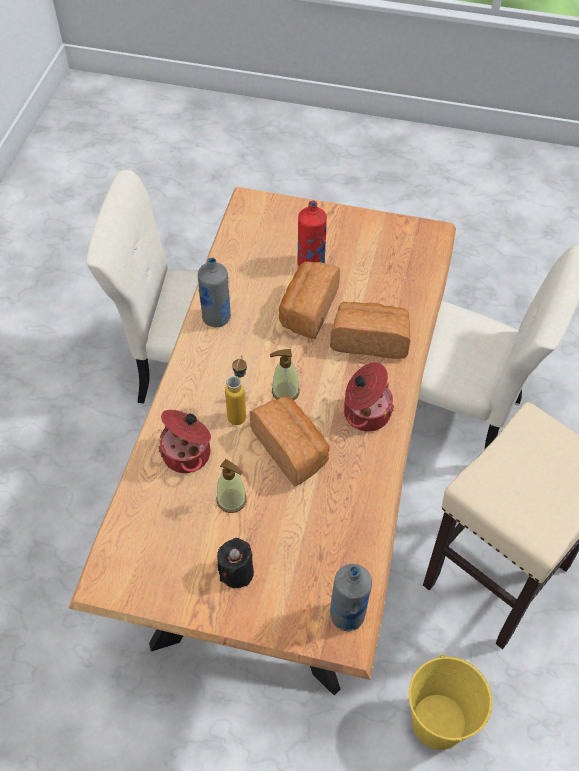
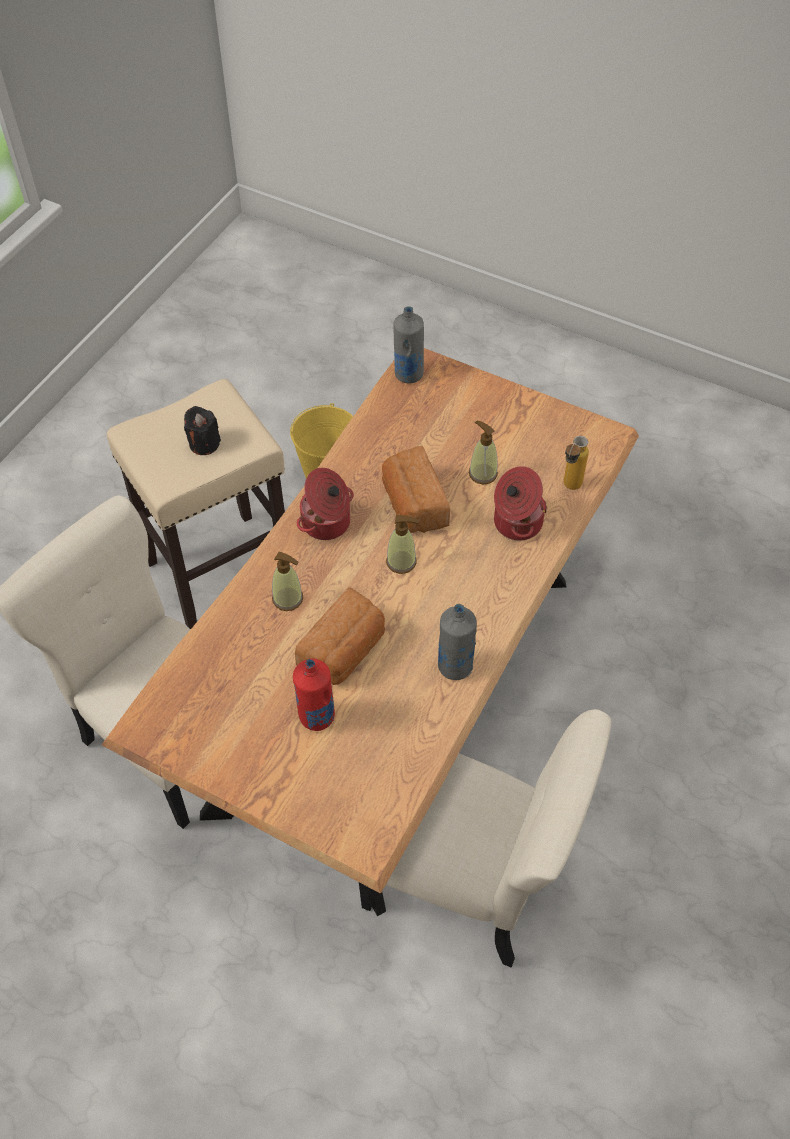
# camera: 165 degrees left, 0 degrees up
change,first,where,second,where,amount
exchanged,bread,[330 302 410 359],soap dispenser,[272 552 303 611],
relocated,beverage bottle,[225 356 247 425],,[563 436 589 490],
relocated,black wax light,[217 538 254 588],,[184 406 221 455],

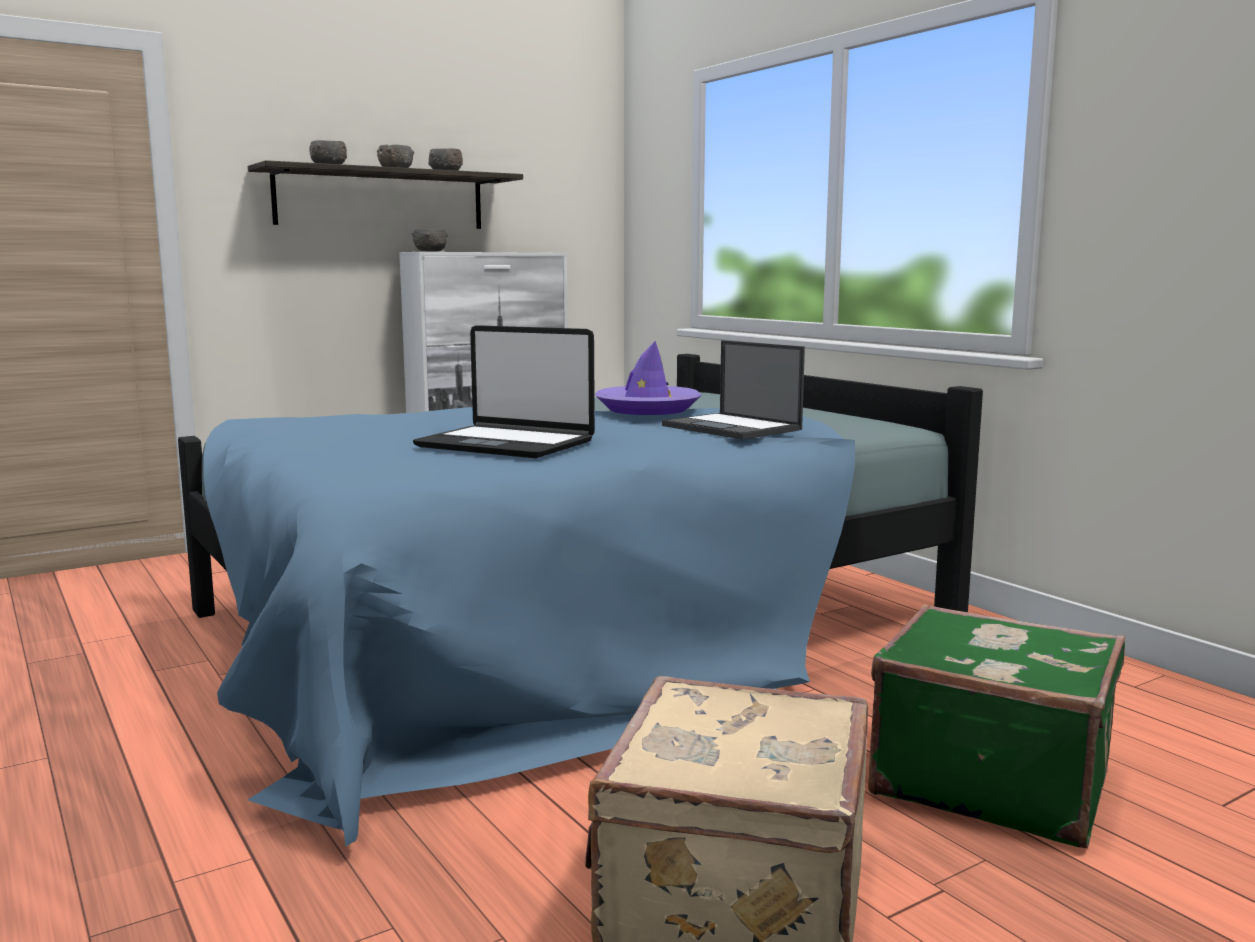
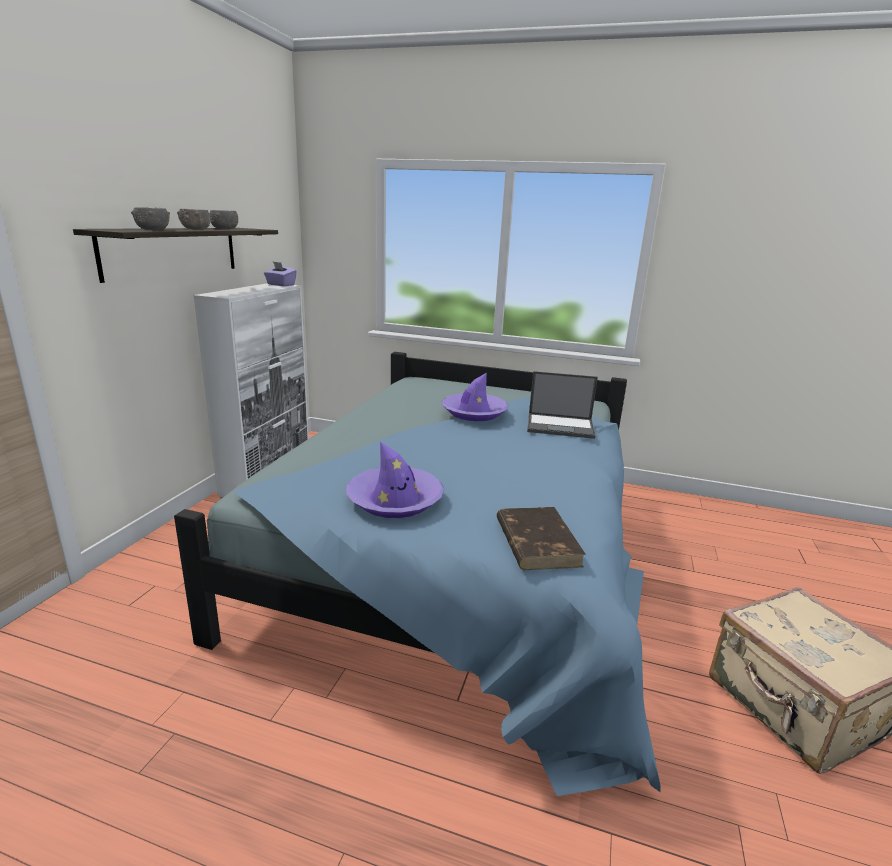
# camera: 40 degrees left, 10 degrees up
change,first,where,second,where,amount
missing,gray deep dish,[412 229 448 252],,,
missing,portable computer,[413 325 595 458],,,
missing,green-coloured travel case,[868 604 1125 848],,,
appeared,,,purple box of tissues,[264 262 297 286],
appeared,,,purple clothing hat,[346 441 444 518],
appeared,,,brown volume,[497 507 586 570],

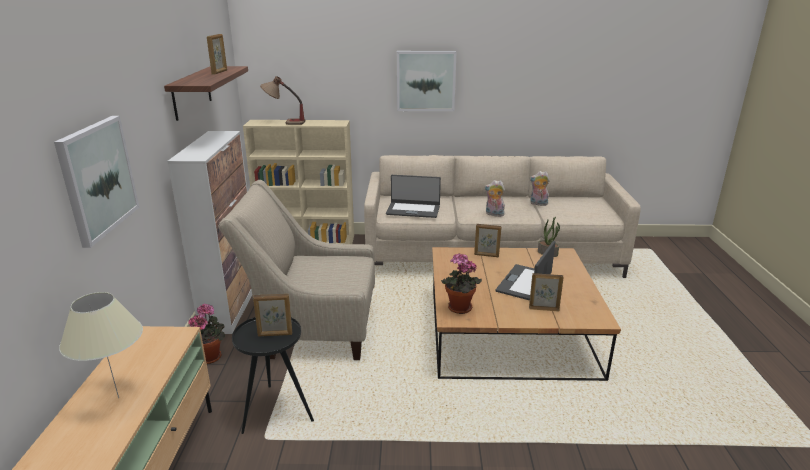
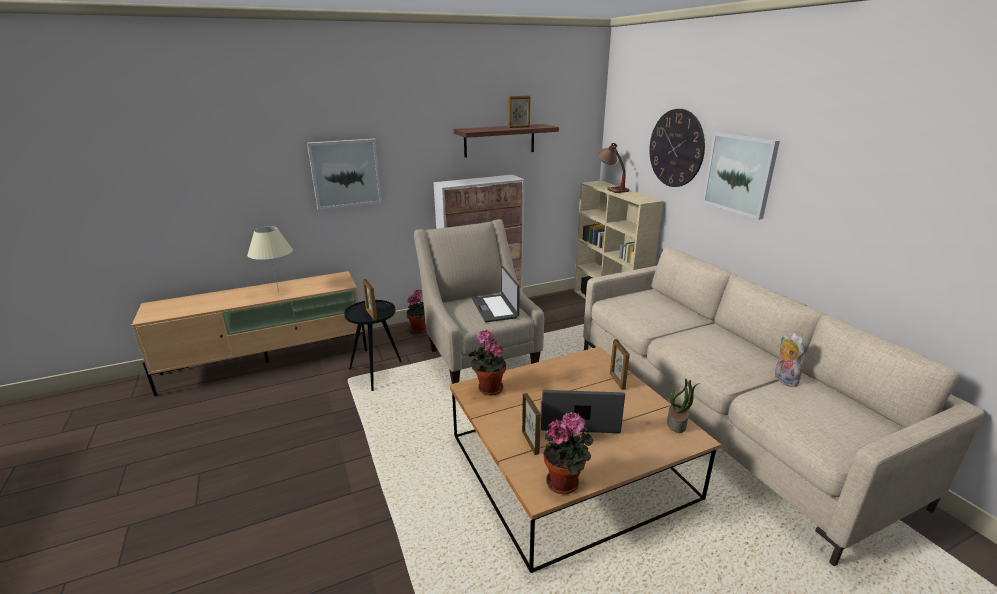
# camera: 65 degrees right, 0 degrees up
change,first,where,second,where,amount
relocated,portable computer,[386 175 441 218],,[472 266 520 323],
missing,cuddly toy,[484 180 505 217],,,
appeared,,,wall clock,[649 109 705 187],
appeared,,,houseplant,[544 412 594 495],

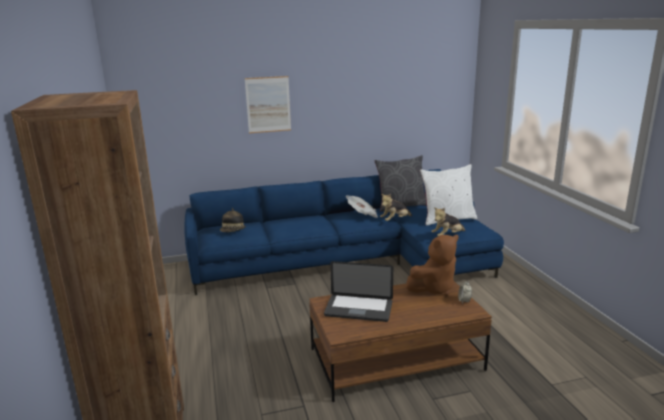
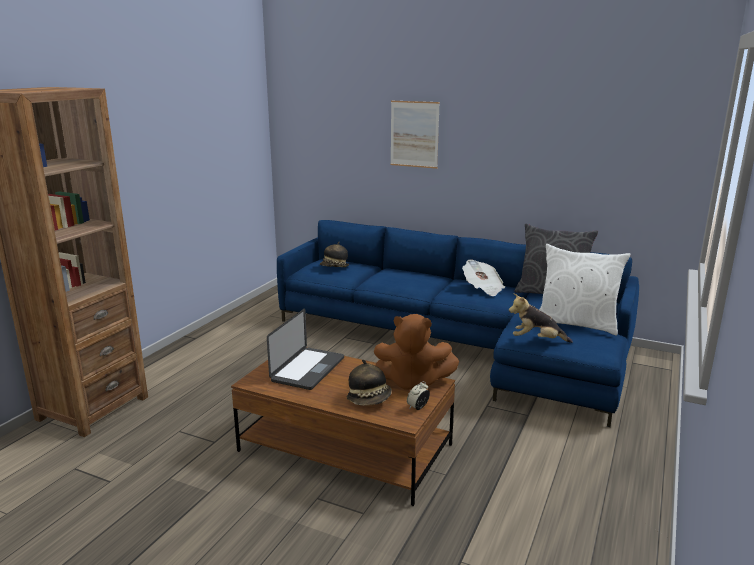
# camera: 40 degrees right, 0 degrees up
change,first,where,second,where,amount
missing,cuddly toy,[380 194 412 221],,,
spun,portable computer,[324 261 393 322],,[267 308 344 390],120 degrees counterclockwise
appeared,,,clothing hat,[347 359 392 406],

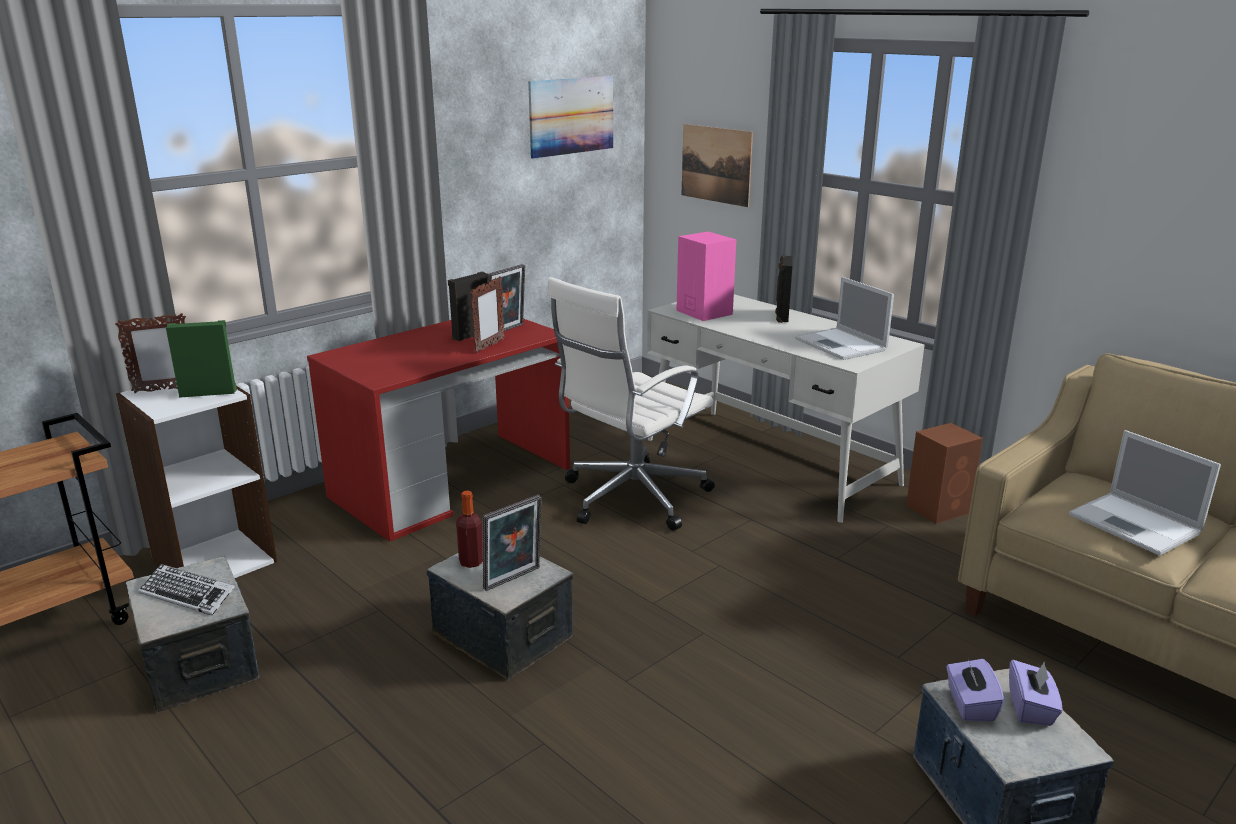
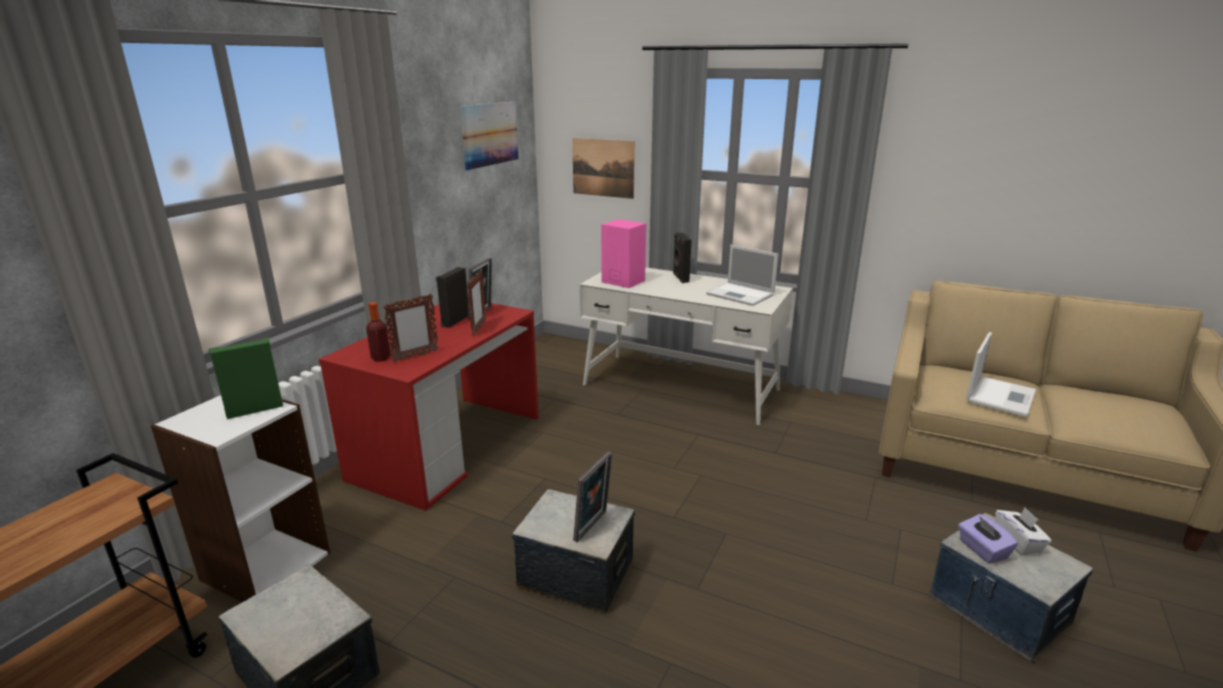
# camera: 20 degrees left, 0 degrees up
change,first,where,second,where,amount
missing,white-coloured office chair,[547 277 715 531],,,
relocated,picture frame,[115 313 186 393],,[383 293 439 362],
missing,brown loudspeaker,[906 423 983 524],,,
spun,portable computer,[1069 430 1221 556],,[966 332 1036 417],90 degrees counterclockwise
relocated,beverage bottle,[456 491 483 568],,[366 302 391 362],
missing,PC keyboard,[138 564 235 615],,,
colour,purple box of tissues,[1009 660 1063 726],white-coloured box of tissues,[995 507 1052 555],

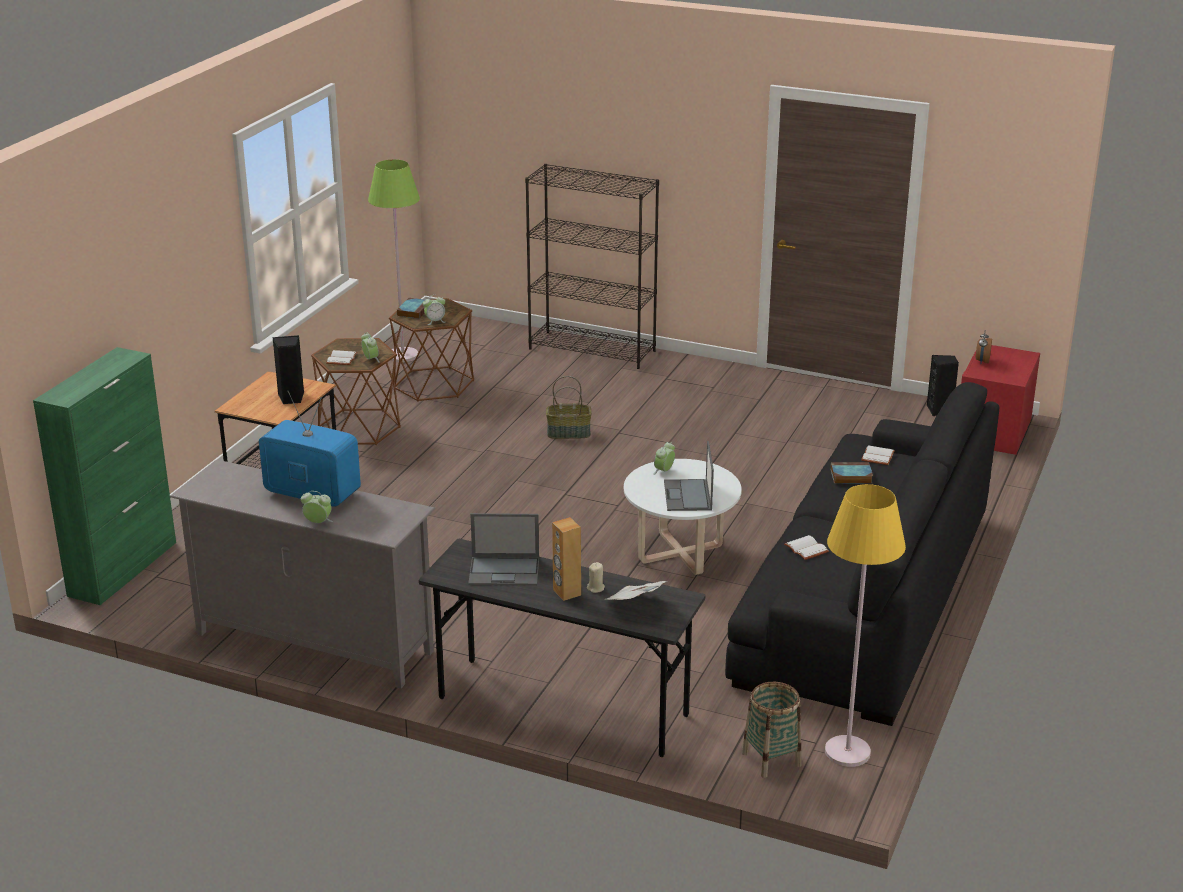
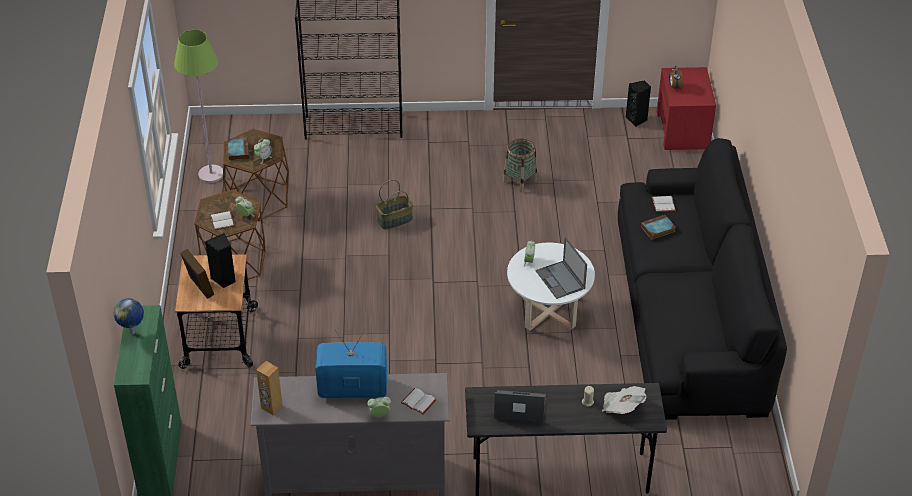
# camera: 25 degrees left, 15 degrees up
change,first,where,second,where,amount
missing,yellowish floor lamp,[825 484 906 767],,,
spun,portable computer,[468 513 539 586],,[494 390 546 423],150 degrees counterclockwise
relocated,brown loudspeaker,[552 517 581 601],,[256 361 283 415],
relocated,white-coloured volume,[784 535 829 560],,[401 388 437 415],
relocated,storage basket,[742 682 801 778],,[503 139 537 192],
appeared,,,picture frame,[180 249 214 299],
appeared,,,globe,[113 298 144 335],

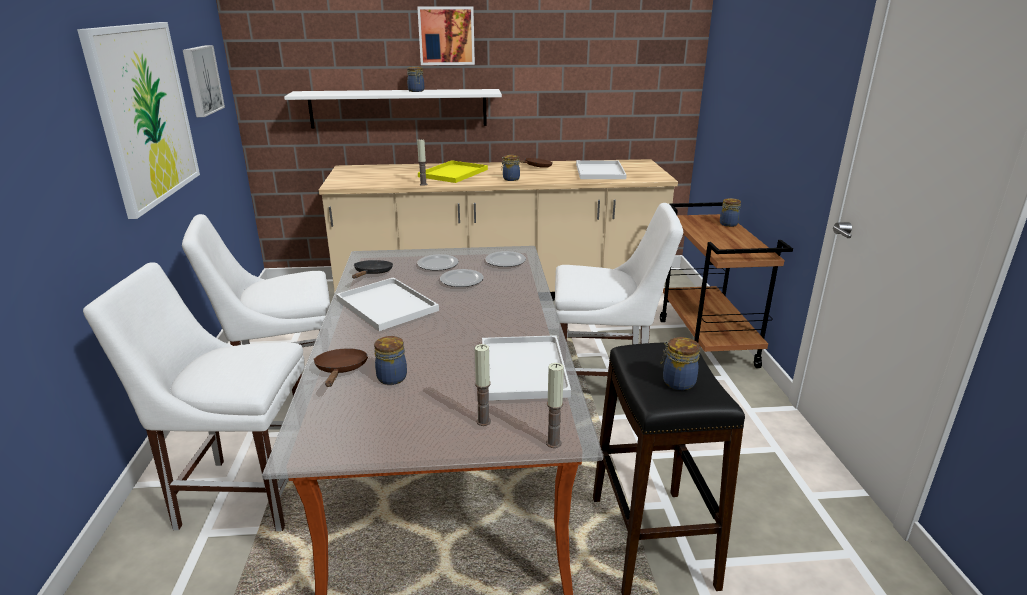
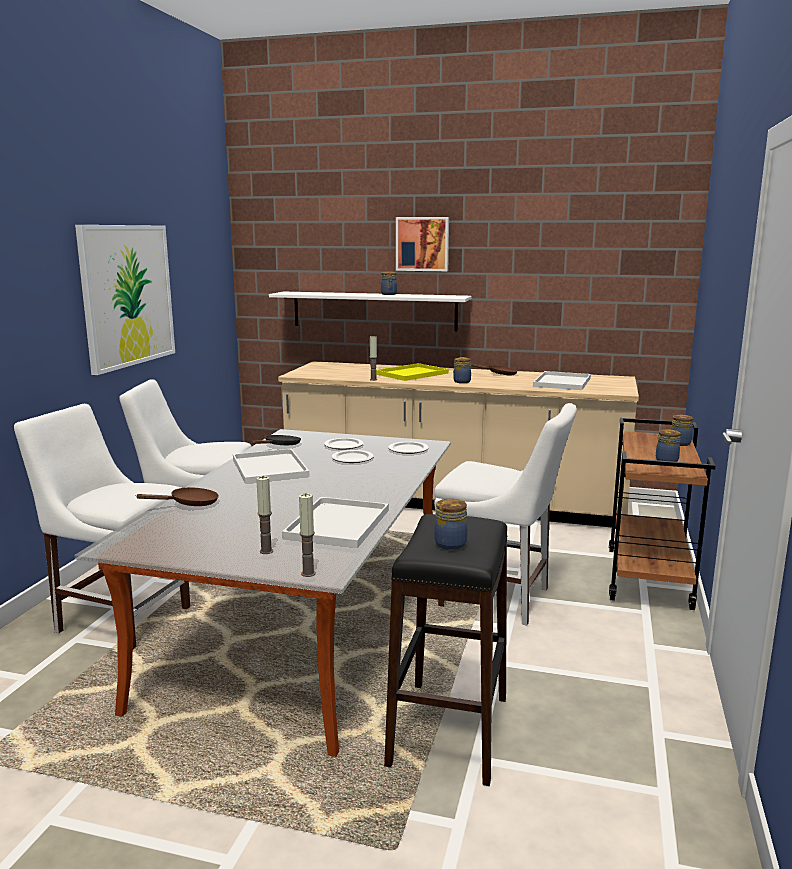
# camera: 20 degrees right, 10 degrees down
change,first,where,second,where,amount
missing,picture,[183 45 225 117],,,
relocated,storage jar,[374 336 407 385],,[656 429 681 462],
spun,brown frying pan,[314 348 368 387],,[135 487 219 506],45 degrees clockwise

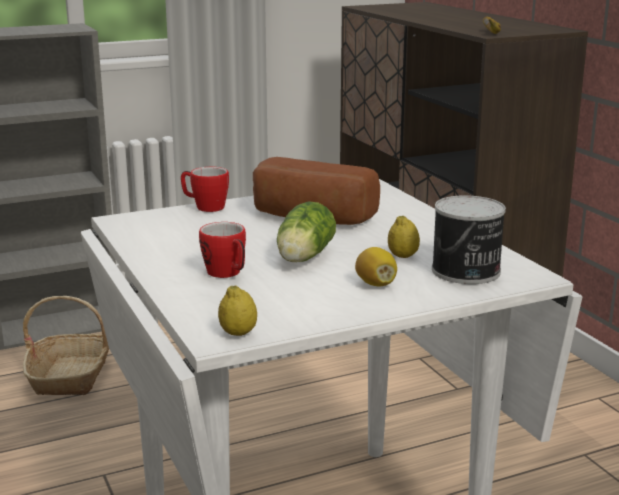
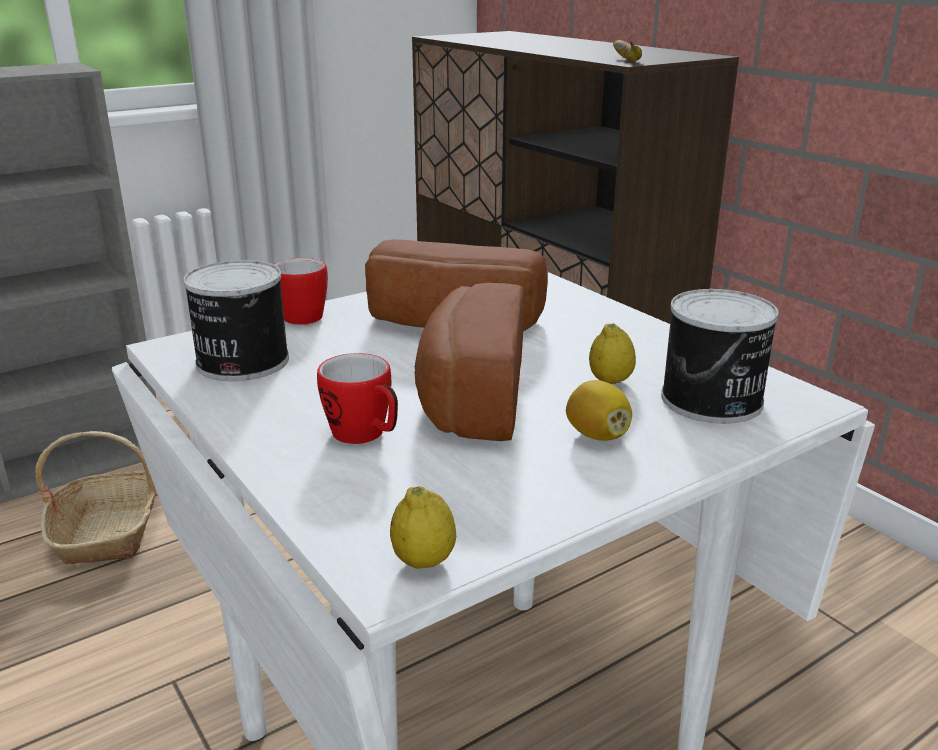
# camera: 10 degrees left, 5 degrees up
change,first,where,second,where,amount
exchanged,lettuce,[277 201 336 262],bread,[415 283 524 441],
appeared,,,sealed can,[183 260 289 381],

